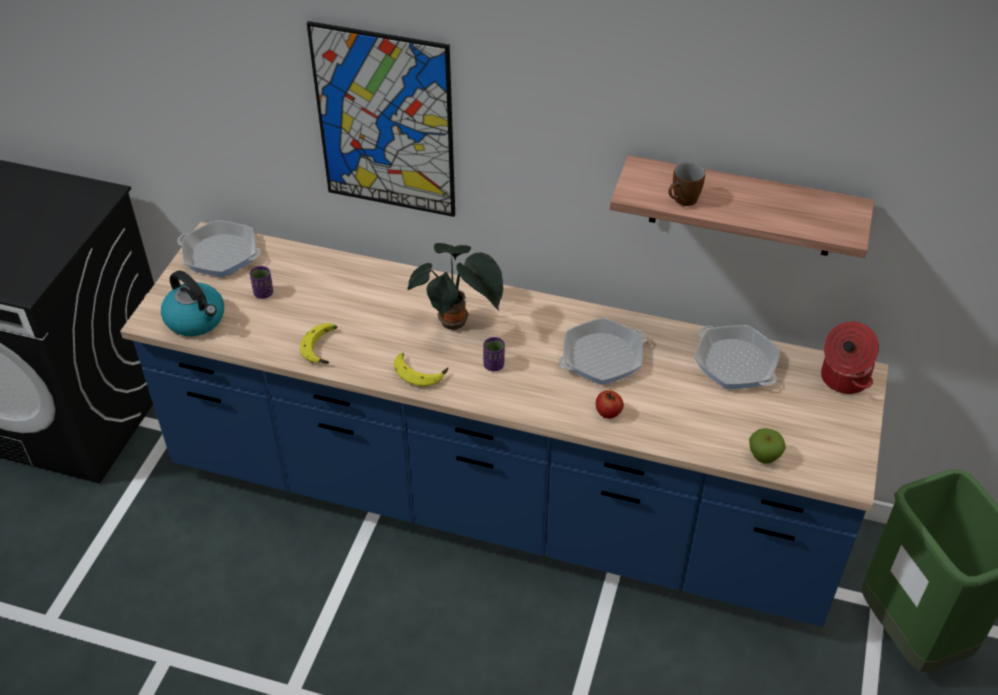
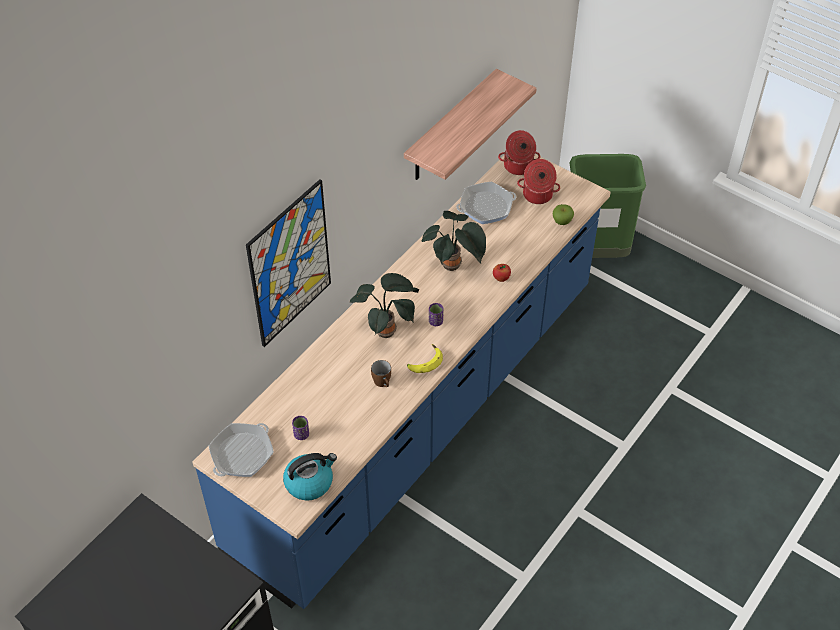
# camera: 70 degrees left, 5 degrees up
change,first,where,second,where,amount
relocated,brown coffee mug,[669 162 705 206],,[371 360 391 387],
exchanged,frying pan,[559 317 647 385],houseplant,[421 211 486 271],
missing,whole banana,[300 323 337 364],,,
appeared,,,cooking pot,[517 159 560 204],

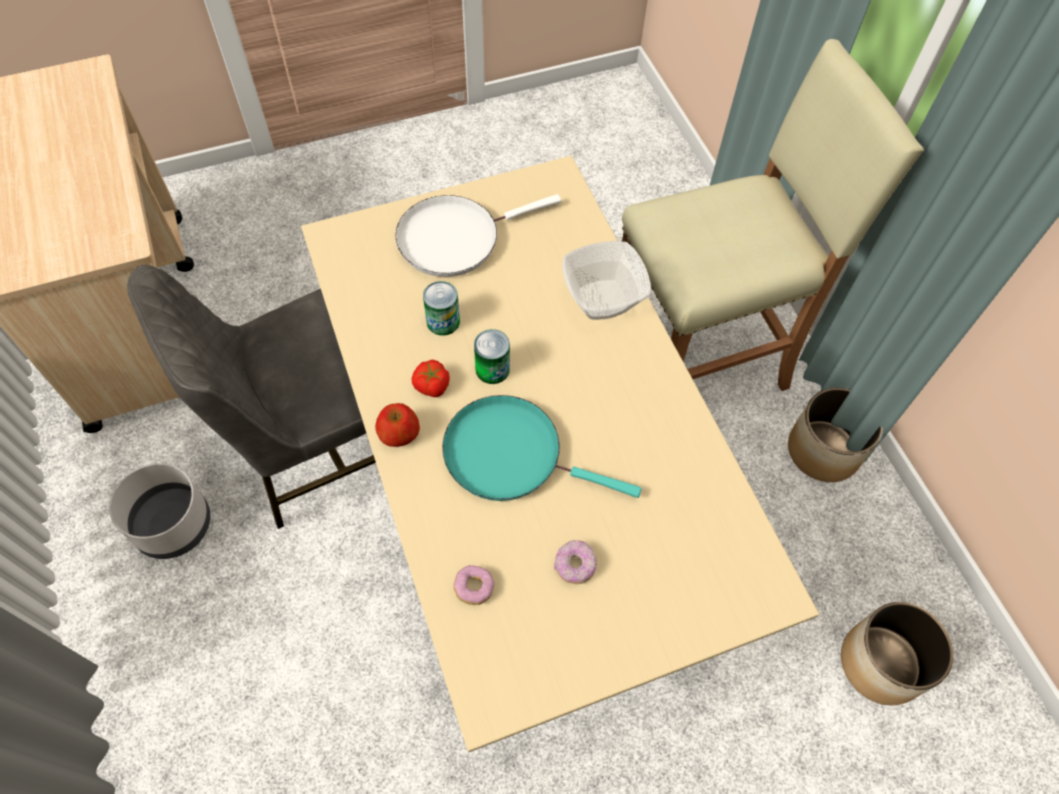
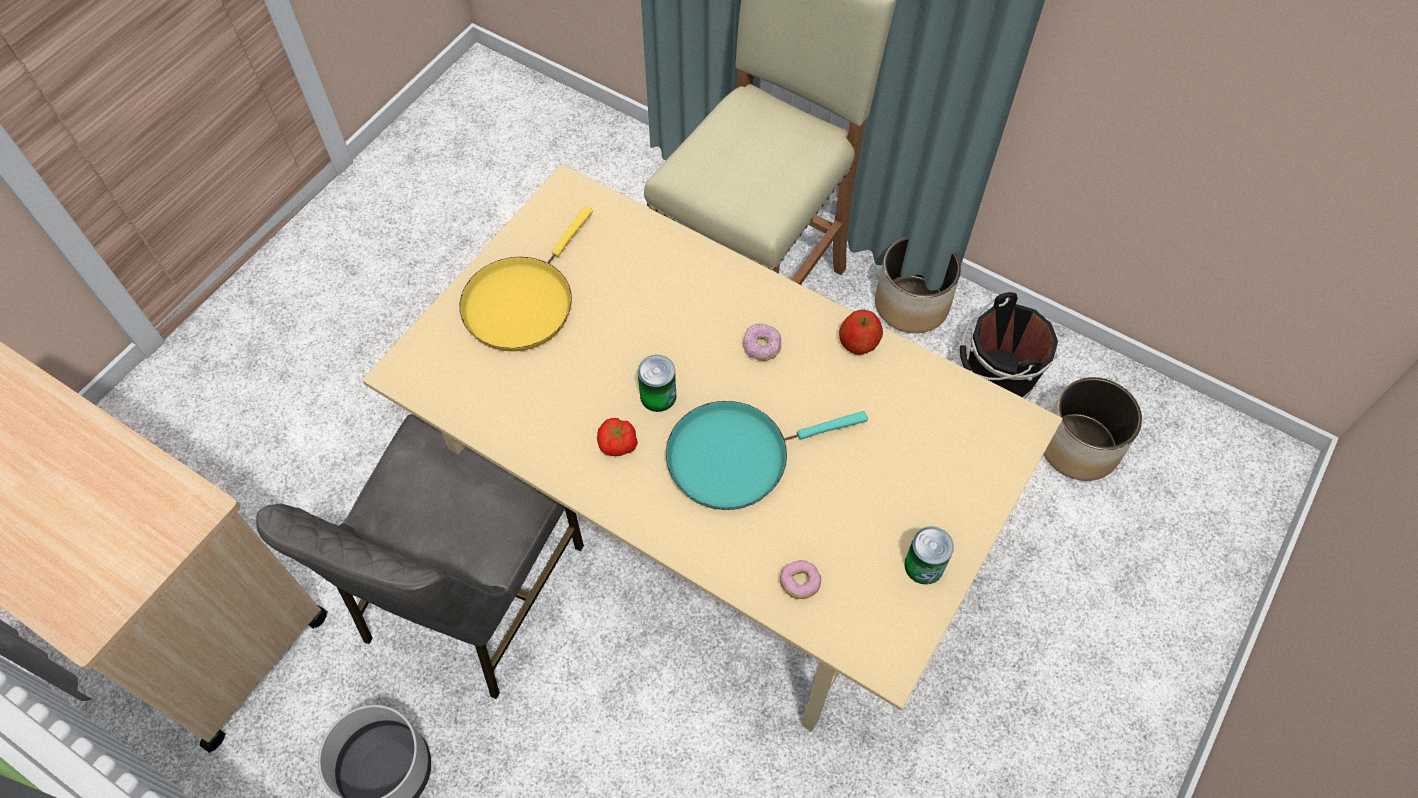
# camera: 35 degrees left, 0 degrees up
change,first,where,second,where,amount
colour,white-coloured frying pan,[395 194 561 277],yellowish frying pan,[460 206 593 352],
missing,deep dish,[562 241 651 320],,,
relocated,sealed can,[423 281 460 336],,[904 526 954 585],
relocated,apple,[375 403 420 447],,[839 310 883 355],
relocated,doughnut,[554 540 597 584],,[743 323 781 361],
appeared,,,black water bucket,[960 292 1058 399],

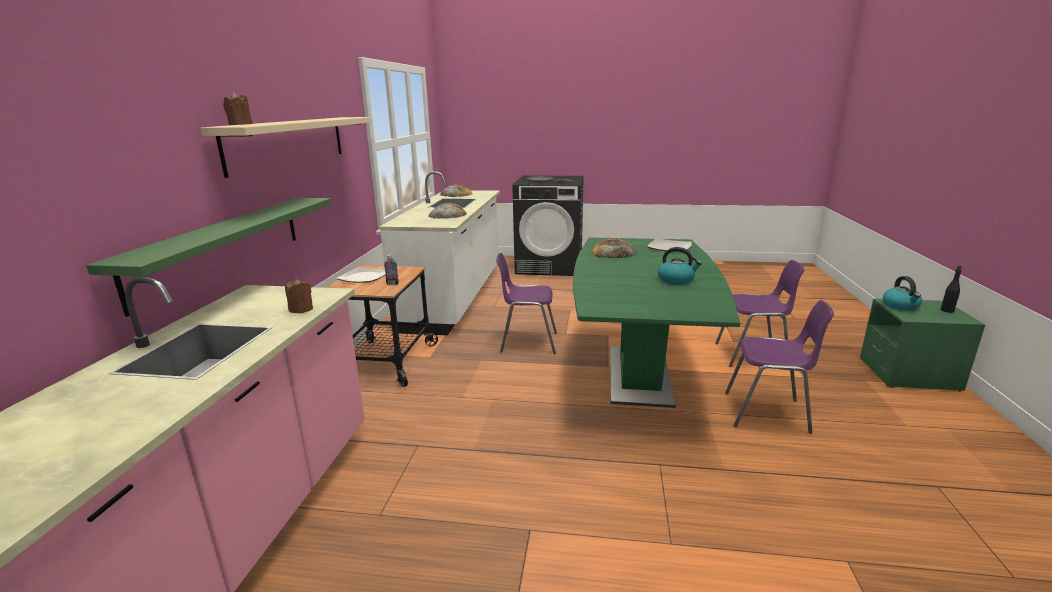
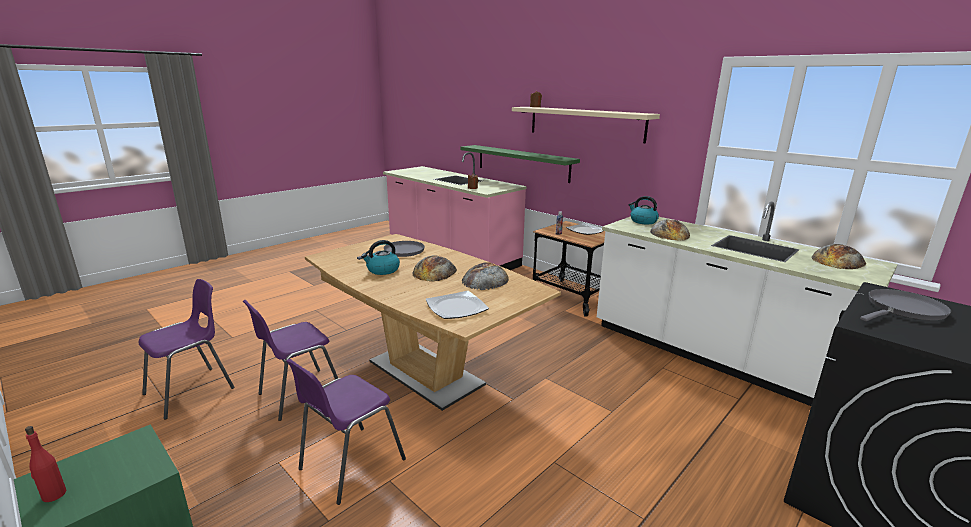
# camera: 125 degrees right, 0 degrees up
change,first,where,second,where,amount
colour,green-coloured dinner table,[573 237 740 408],brown dinner table,[305 234 561 411],
relocated,purple chair,[496 253 557 354],,[139 279 234 420],
colour,black beverage bottle,[941 265 962 313],red beverage bottle,[25 426 66 502],
relocated,tea kettle,[883 276 922 311],,[628 196 659 224],
appeared,,,gray frying pan,[357 241 425 260],
appeared,,,bread,[412 255 457 282],

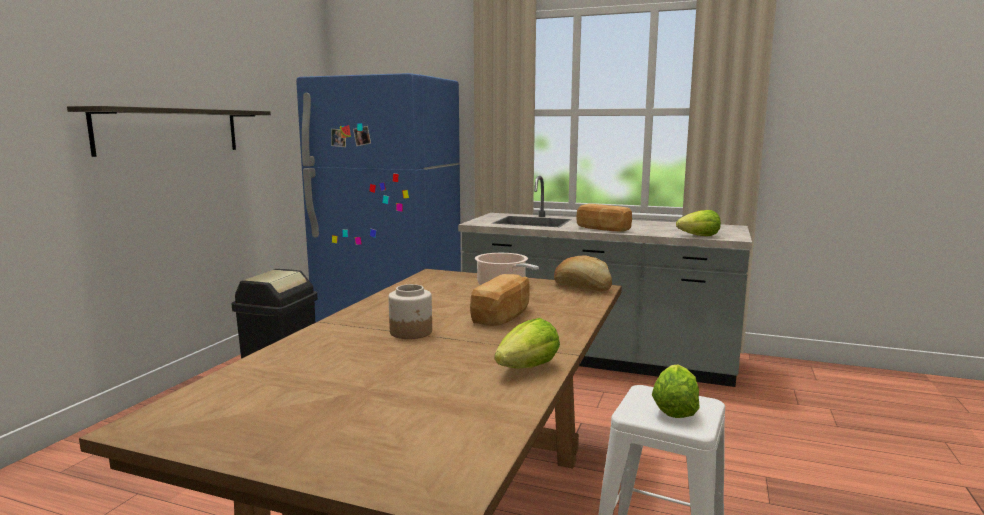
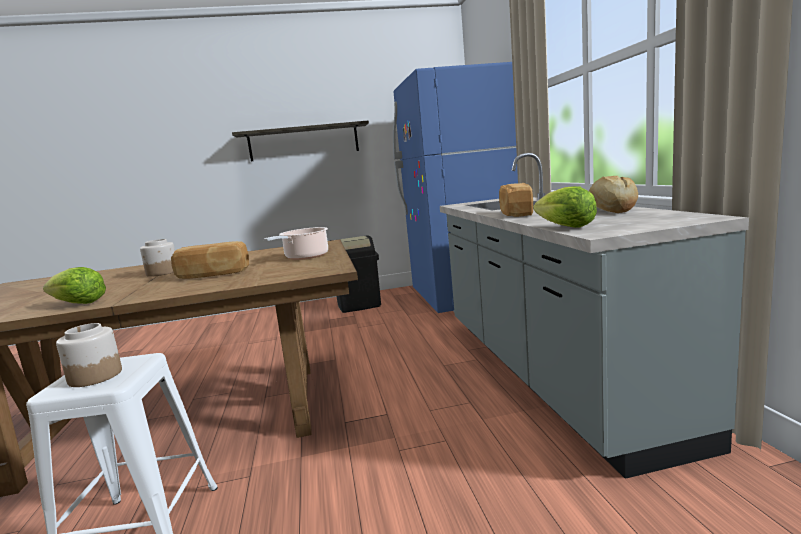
# camera: 60 degrees right, 0 degrees up
change,first,where,second,where,amount
relocated,bread,[554 255 612 291],,[589 176 638 213],
exchanged,lettuce,[652 364 699 418],storage jar,[56 323 122 387],

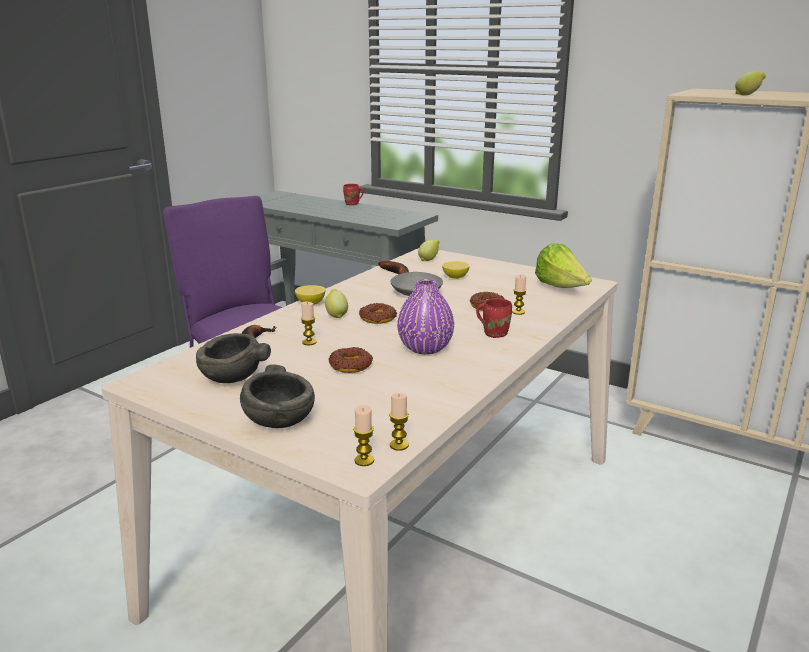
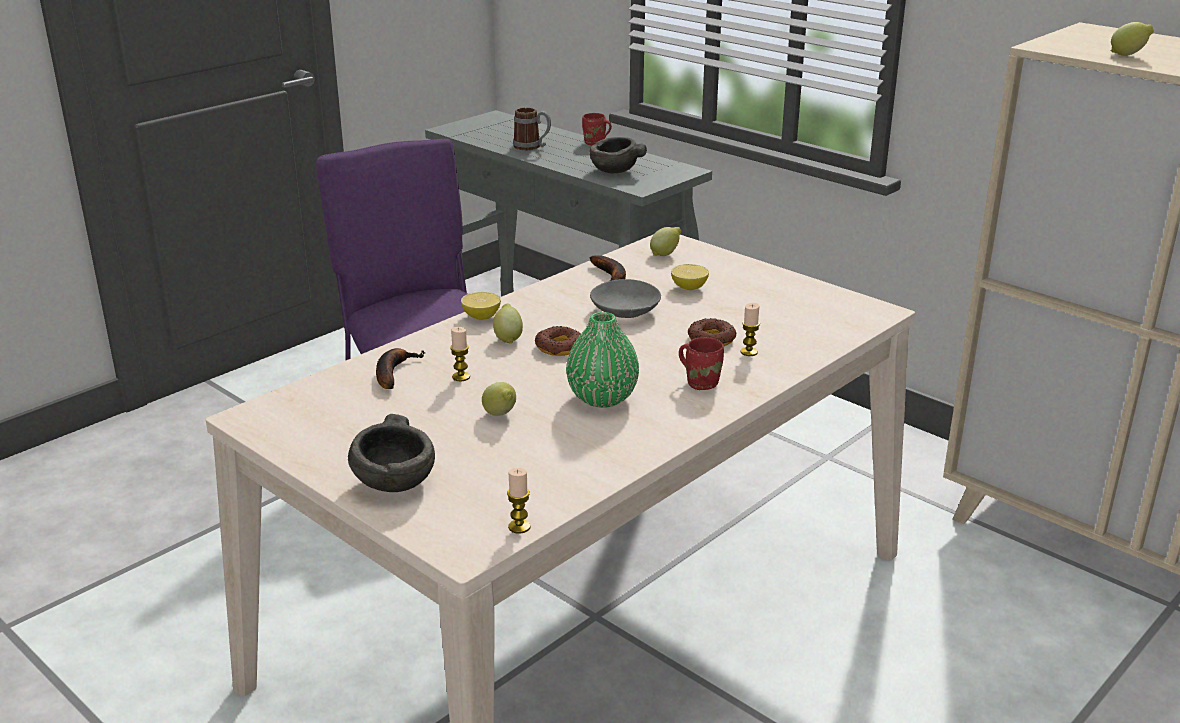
# camera: 10 degrees right, 5 degrees up
change,first,where,second,where,amount
missing,lettuce,[535 243 592 288],,,
colour,purple decorative vase,[397 279 454 355],green-coloured decorative vase,[566 312 639 408],
relocated,gray deep dish,[196 333 271 383],,[590 137 647 173],
exchanged,doughnut,[329 347 373 373],lemon,[482 382 516 416],
missing,wax light,[353 405 374 466],,,
appeared,,,coffee mug,[513 107 551 150],

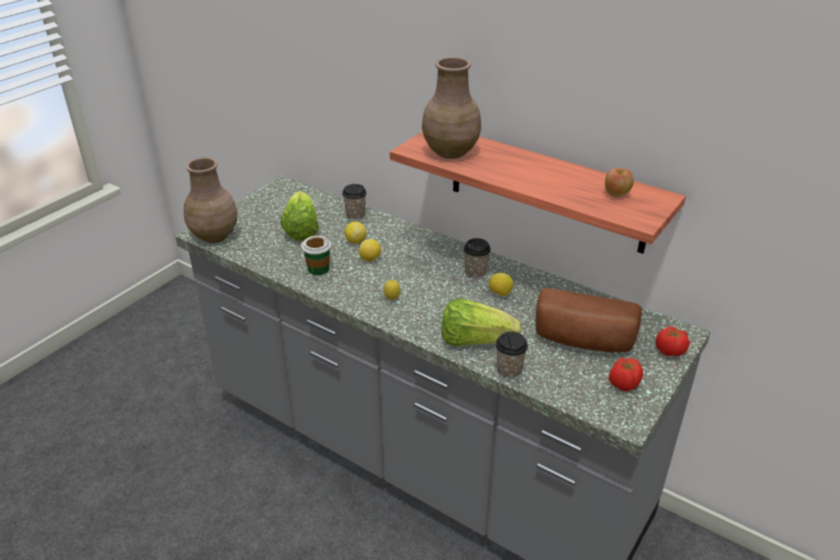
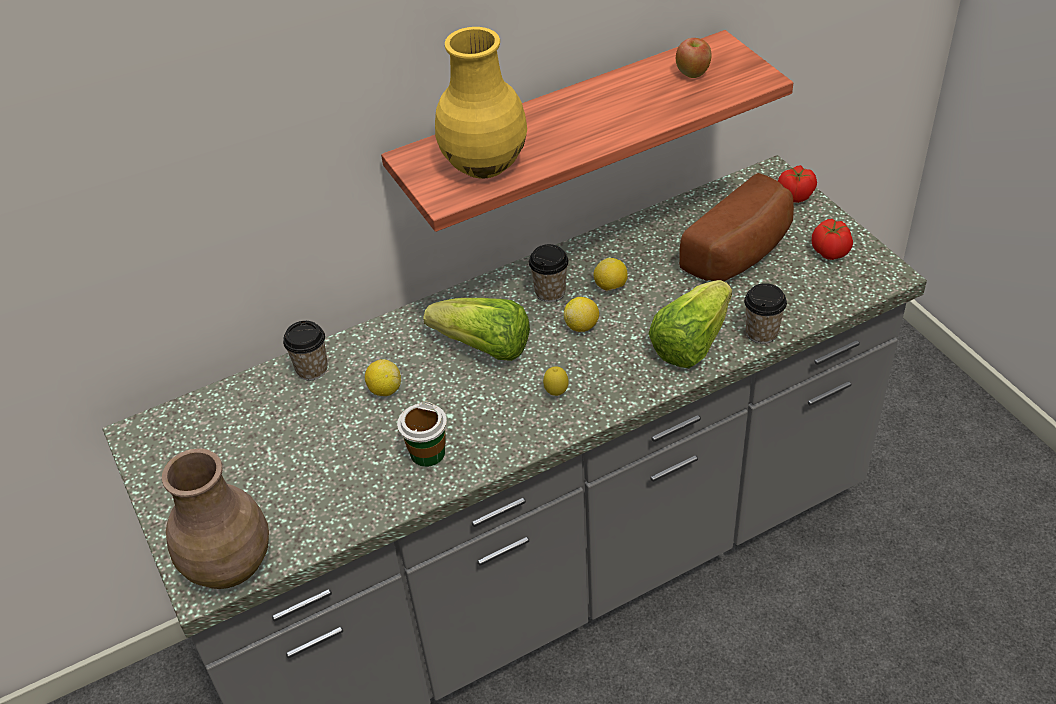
# camera: 60 degrees left, 10 degrees up
change,first,where,second,where,amount
colour,brown decorative vase,[422 57 481 159],yellowish decorative vase,[435 27 527 179],
relocated,lettuce,[280 191 319 241],,[423 298 530 361],
relocated,lemon,[359 239 381 261],,[564 297 599 332],

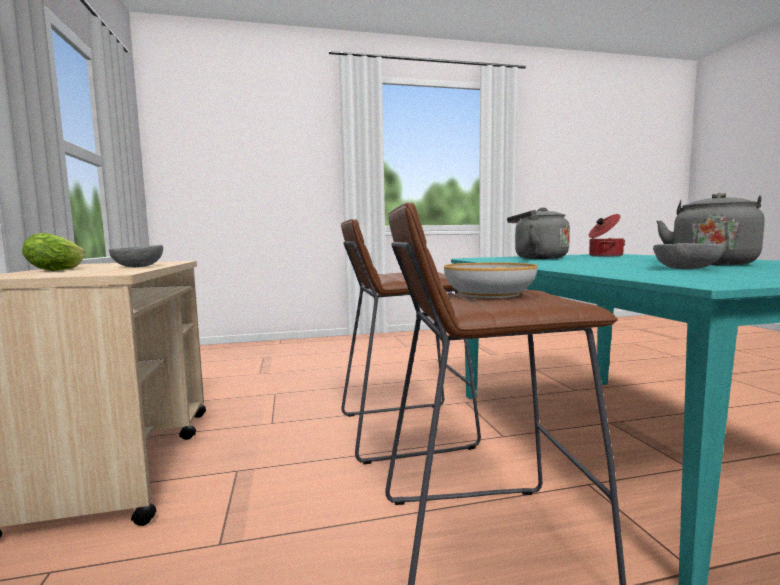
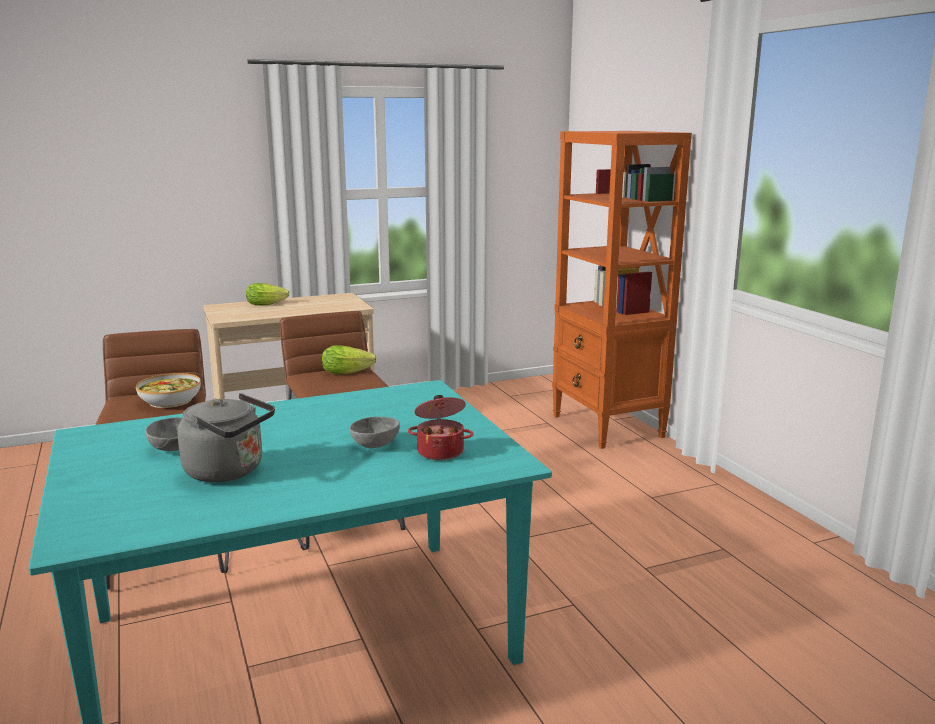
# camera: 80 degrees right, 10 degrees up
change,first,where,second,where,amount
missing,gray tea kettle,[507 208 570 259],,,
relocated,gray deep dish,[109 245 163 267],,[349 417 400 448],
appeared,,,orangey bookshelf,[552 131 692 449],
appeared,,,lettuce,[322 345 376 374],

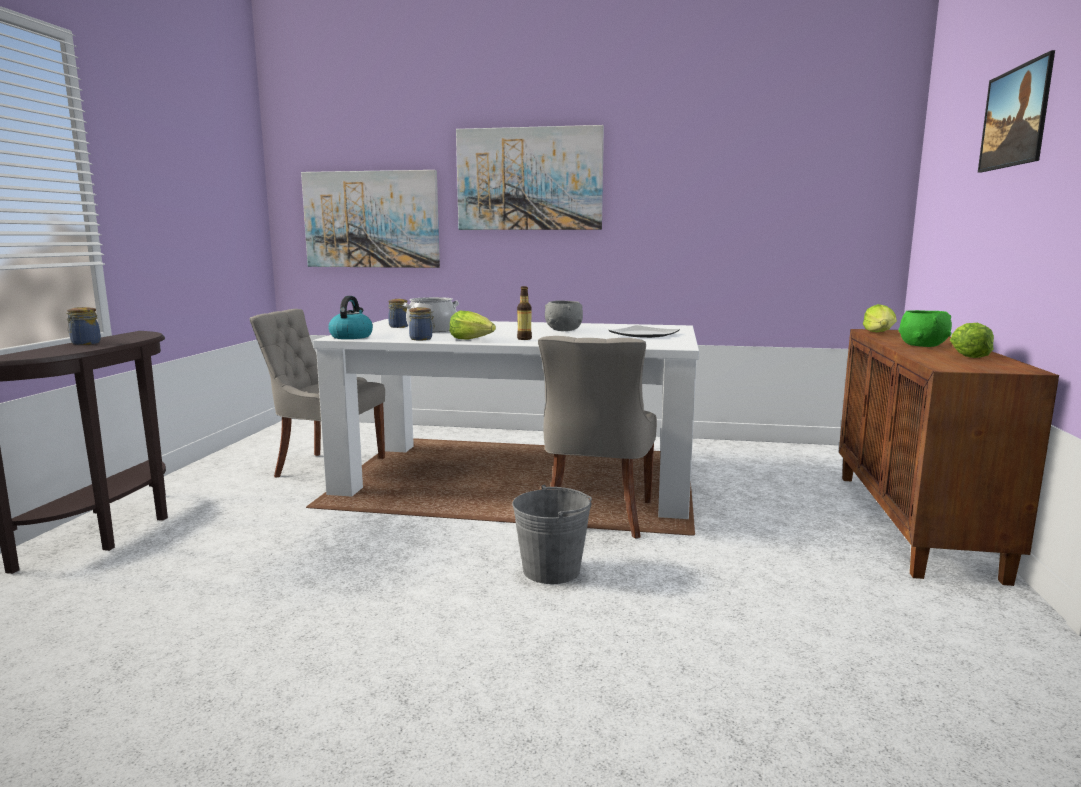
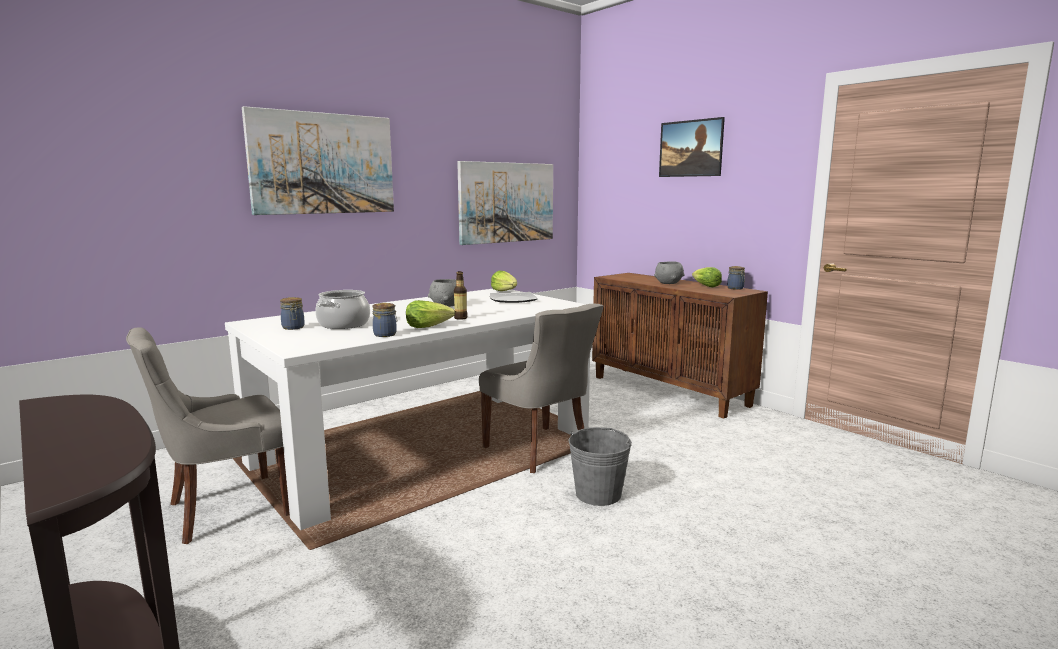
# camera: 50 degrees left, 0 degrees up
change,first,where,second,where,amount
relocated,picture,[301 170 440 268],,[457 161 553 245],
missing,tea kettle,[328 296 373 339],,,
relocated,lettuce,[863 304 897 332],,[491 271 517 291],
relocated,storage jar,[66 307 101 345],,[727 266 745 290],
colour,green-coloured deep dish,[898 310 952 347],gray deep dish,[654 261 685 284],

